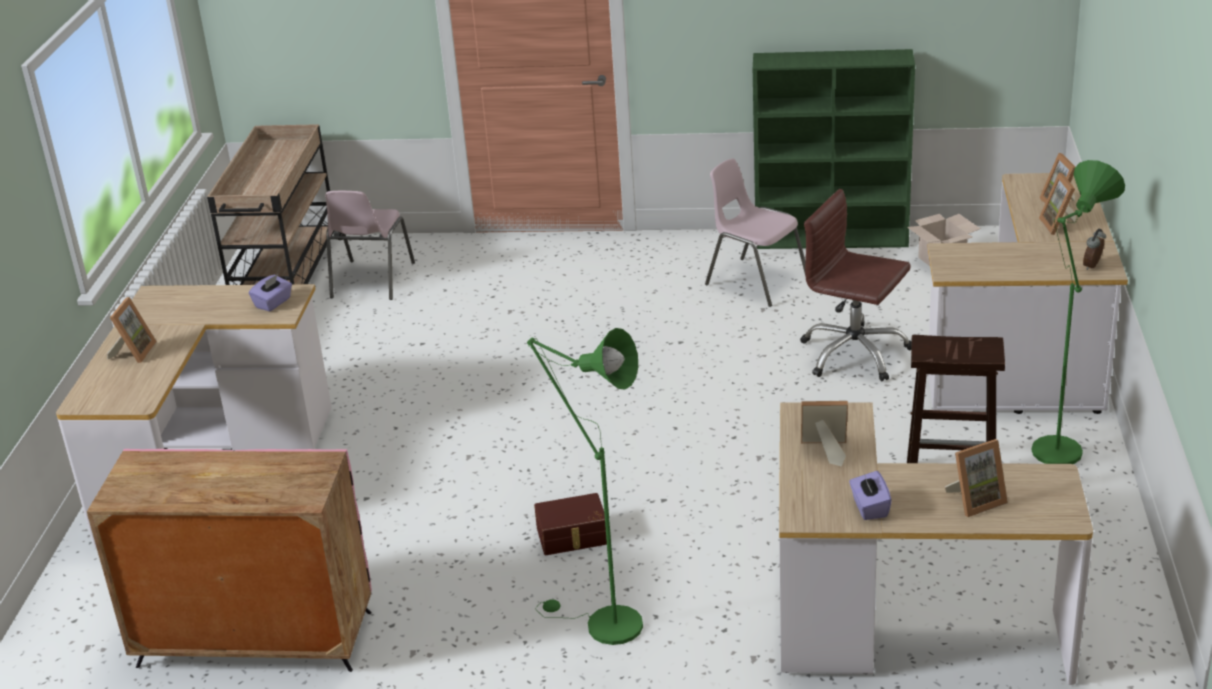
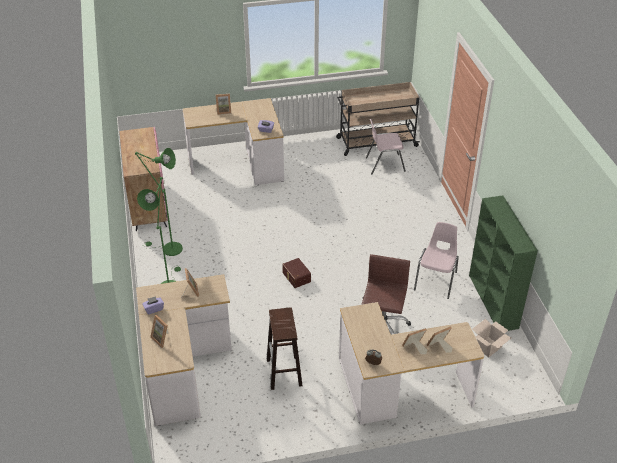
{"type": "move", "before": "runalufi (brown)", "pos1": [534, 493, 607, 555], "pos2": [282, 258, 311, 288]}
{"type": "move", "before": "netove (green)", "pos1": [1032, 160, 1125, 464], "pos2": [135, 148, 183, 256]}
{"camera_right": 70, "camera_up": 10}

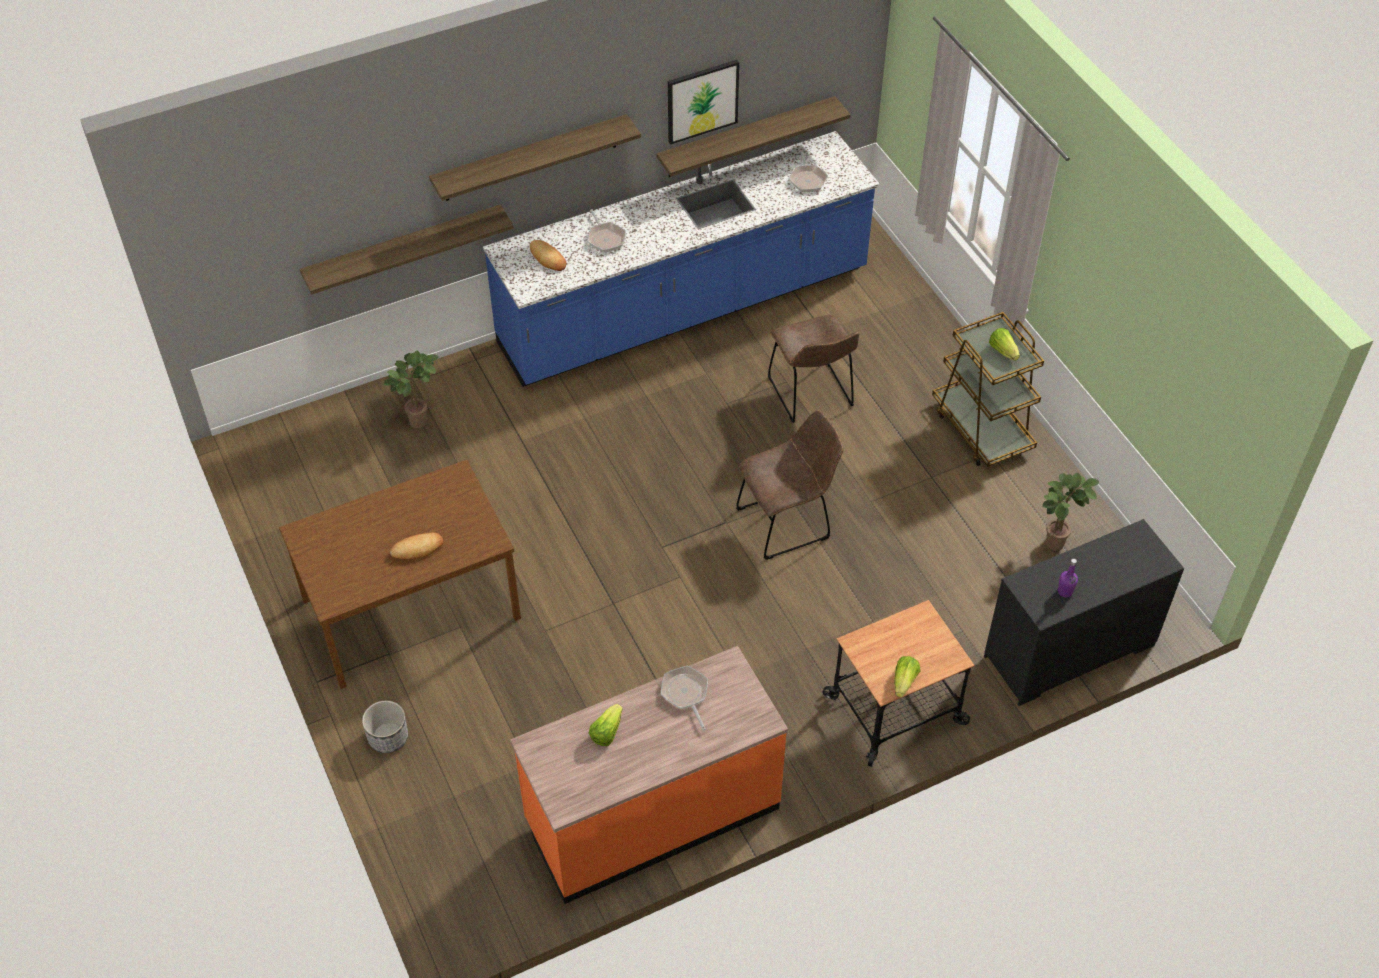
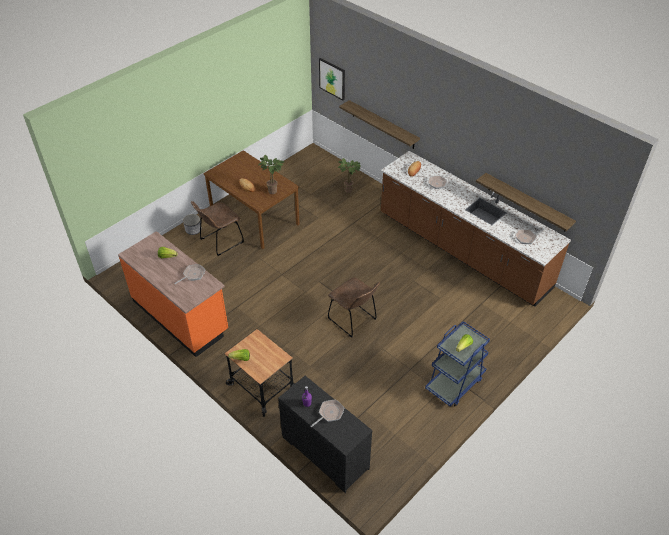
{"type": "delete", "before": "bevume", "pos1": [429, 114, 641, 201]}
{"type": "insert", "after": "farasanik", "pos2": [311, 400, 344, 427]}
{"type": "move", "before": "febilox", "pos1": [668, 60, 739, 145], "pos2": [319, 58, 345, 101]}
{"type": "move", "before": "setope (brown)", "pos1": [768, 315, 860, 423], "pos2": [191, 201, 244, 256]}
{"type": "move", "before": "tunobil", "pos1": [1042, 473, 1099, 551], "pos2": [258, 155, 284, 194]}
{"type": "recolor", "before": "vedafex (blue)", "after": "vedafex (brown)", "pos1": [483, 131, 880, 387], "pos2": [381, 151, 571, 307]}
{"type": "recolor", "before": "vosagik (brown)", "after": "vosagik (blue)", "pos1": [932, 312, 1044, 467], "pos2": [425, 321, 490, 407]}
{"camera_right": 70, "camera_up": -5}

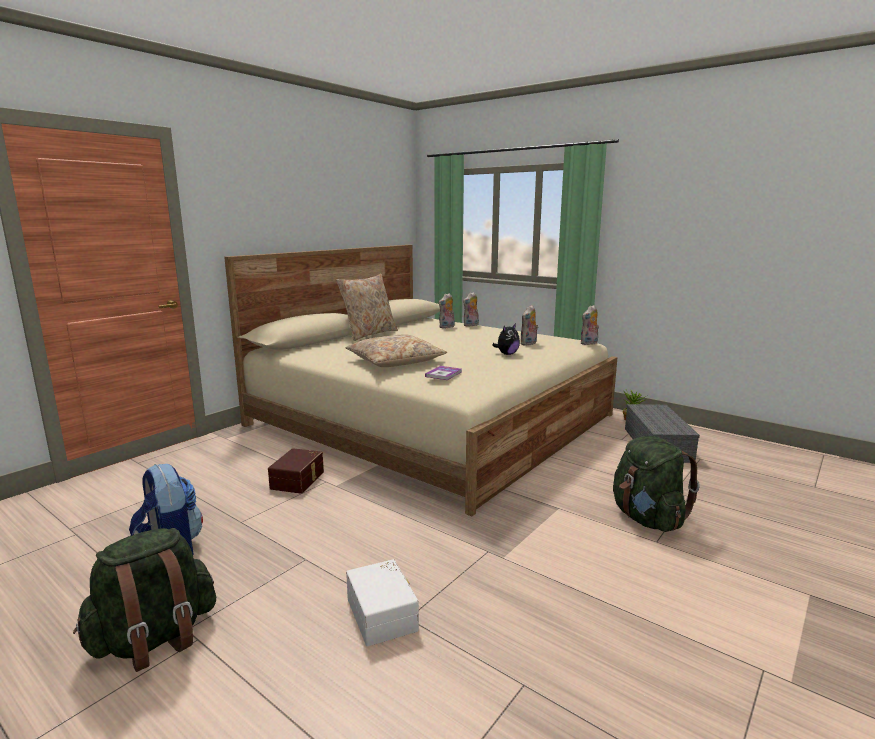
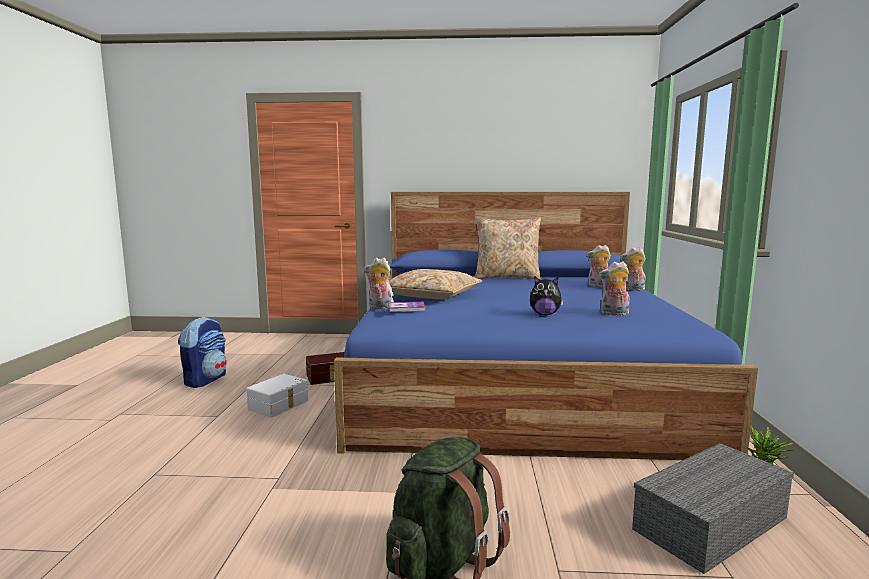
{"type": "delete", "before": "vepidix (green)", "pos1": [73, 528, 216, 672]}
{"type": "move", "before": "runalufi (white)", "pos1": [346, 559, 419, 646], "pos2": [246, 374, 308, 418]}
{"type": "move", "before": "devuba", "pos1": [581, 305, 599, 345], "pos2": [364, 258, 394, 309]}
{"type": "recolor", "before": "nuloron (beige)", "after": "nuloron (blue)", "pos1": [224, 245, 618, 516], "pos2": [334, 192, 758, 460]}
{"camera_right": 55, "camera_up": -5}

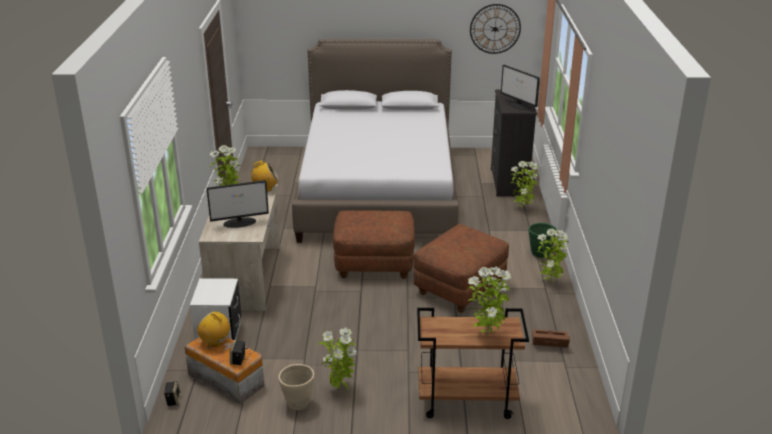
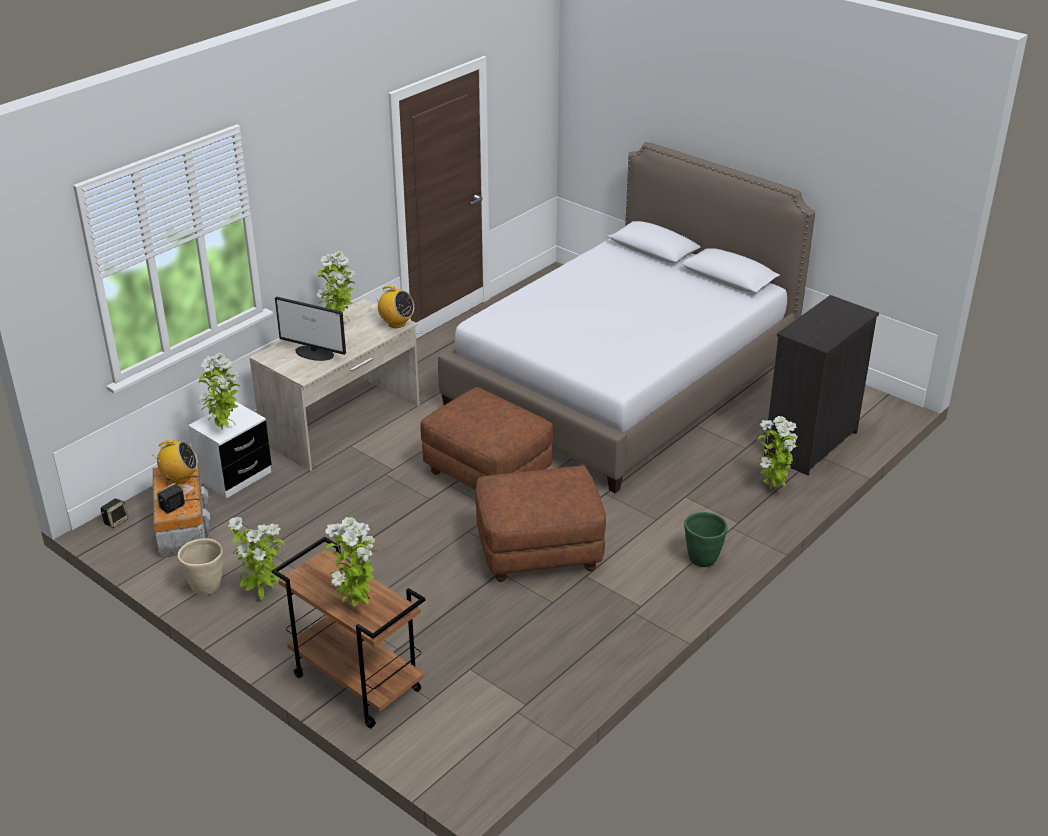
{"type": "delete", "before": "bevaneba", "pos1": [470, 4, 521, 54]}
{"type": "delete", "before": "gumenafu", "pos1": [501, 65, 540, 110]}
{"type": "delete", "before": "runalufi (brown)", "pos1": [533, 329, 570, 348]}
{"type": "move", "before": "tunobil", "pos1": [537, 228, 569, 284], "pos2": [198, 352, 239, 430]}
{"type": "rotate", "before": "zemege", "pos1": [197, 311, 232, 347], "pos2": [157, 440, 198, 484], "turn": 105}
{"camera_right": 40, "camera_up": 5}

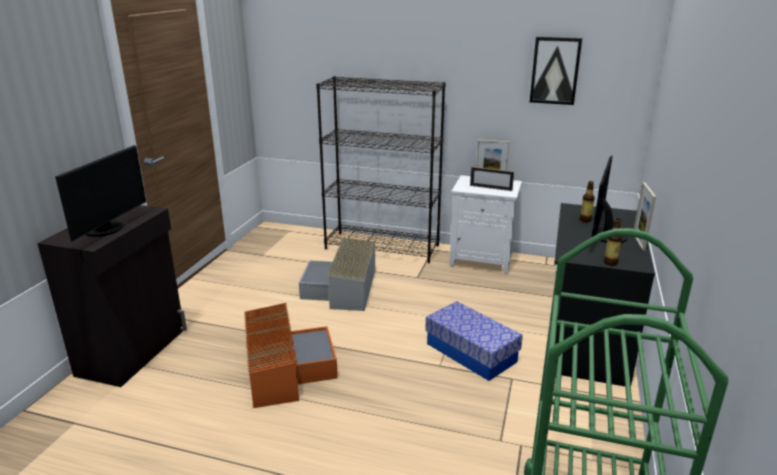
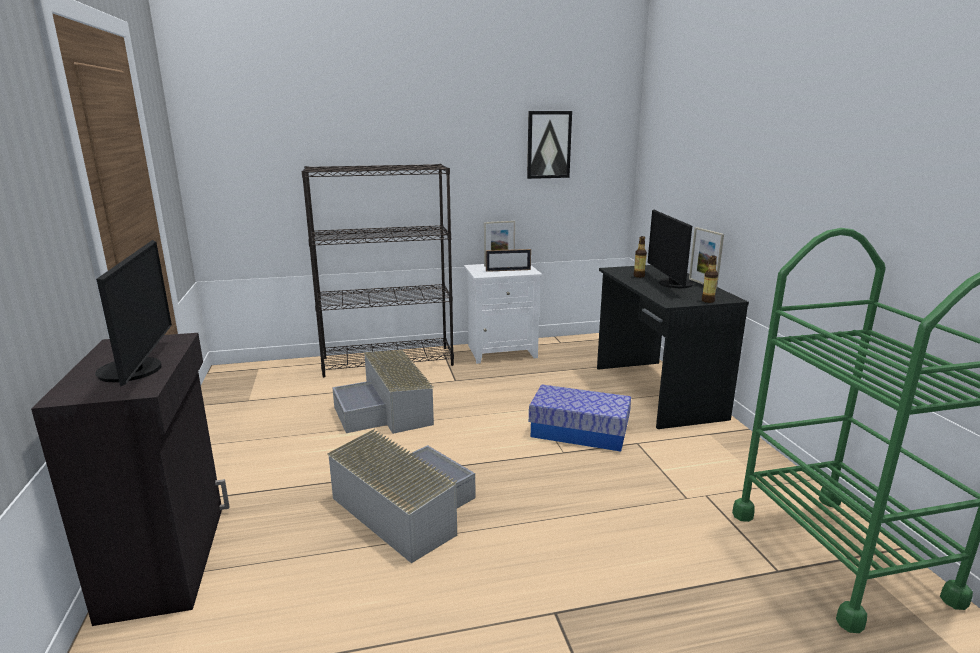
{"type": "recolor", "before": "runalufi (orange)", "after": "runalufi (grey)", "pos1": [244, 303, 338, 408], "pos2": [327, 429, 475, 563]}
{"camera_right": -30, "camera_up": -5}

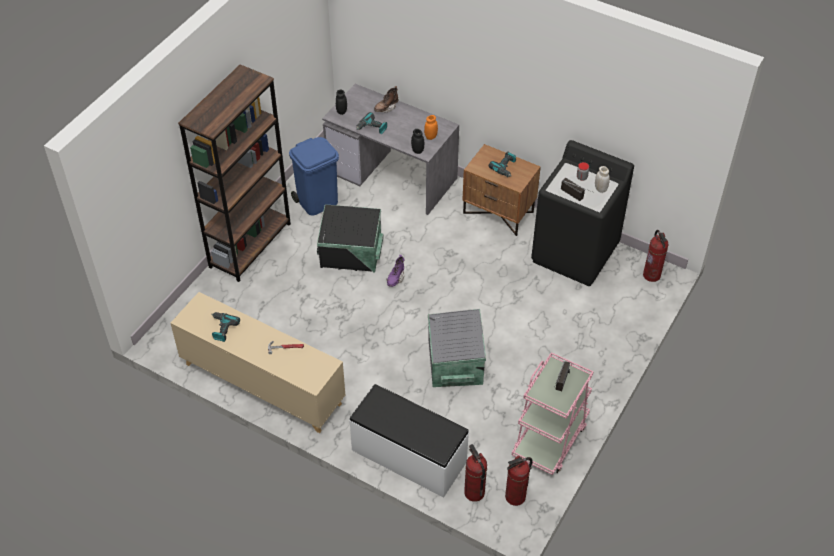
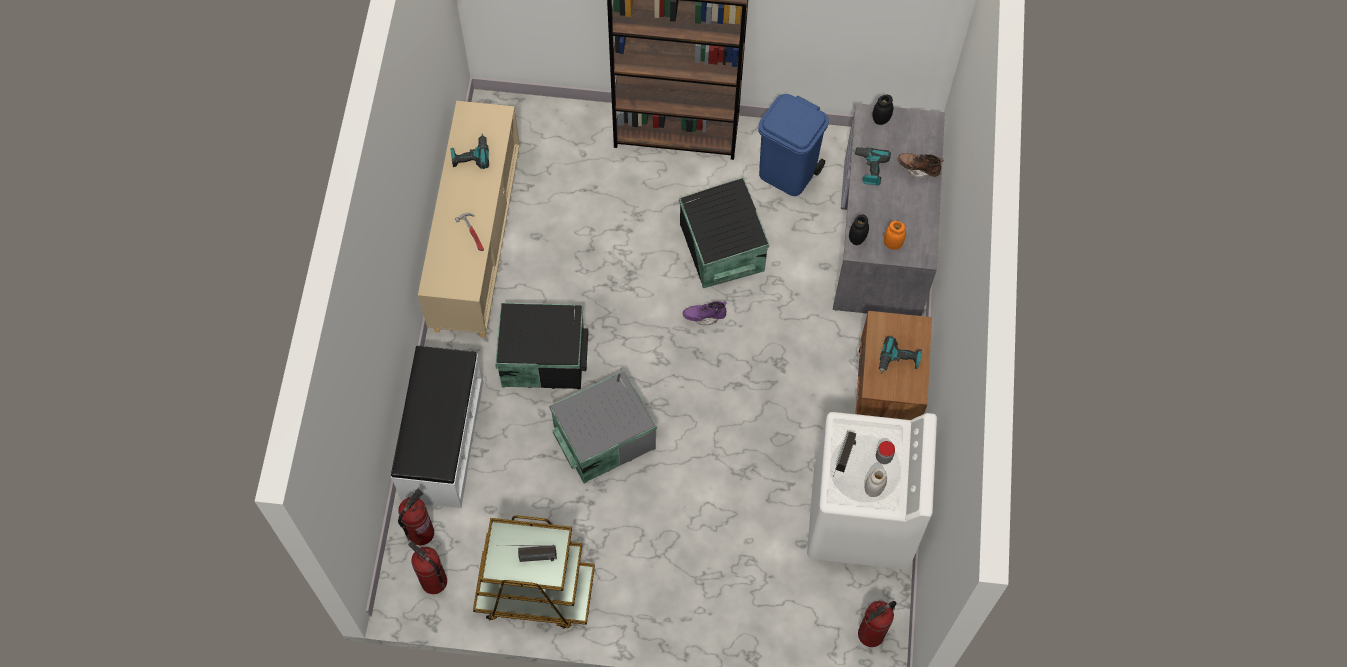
{"type": "insert", "after": "runalufi (black)", "pos2": [495, 303, 588, 389]}
{"type": "recolor", "before": "vosagik (pink)", "after": "vosagik (brown)", "pos1": [512, 352, 594, 475], "pos2": [473, 516, 595, 629]}
{"type": "recolor", "before": "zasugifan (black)", "after": "zasugifan (white)", "pos1": [531, 140, 634, 286], "pos2": [807, 412, 937, 570]}
{"camera_right": 65, "camera_up": 15}

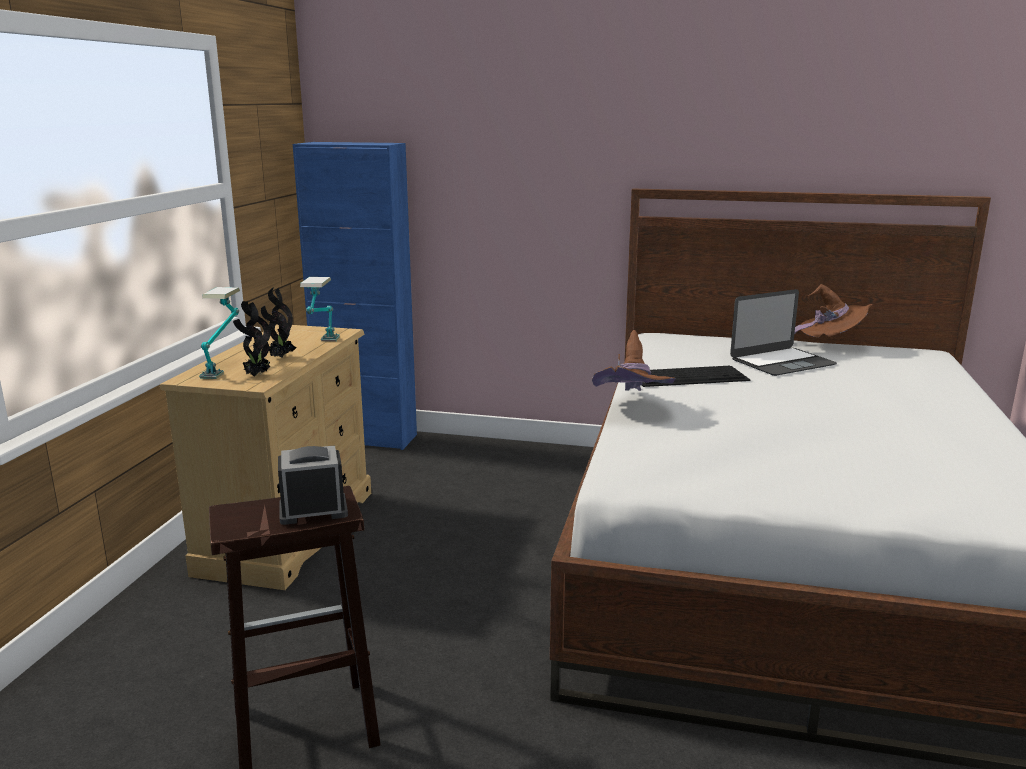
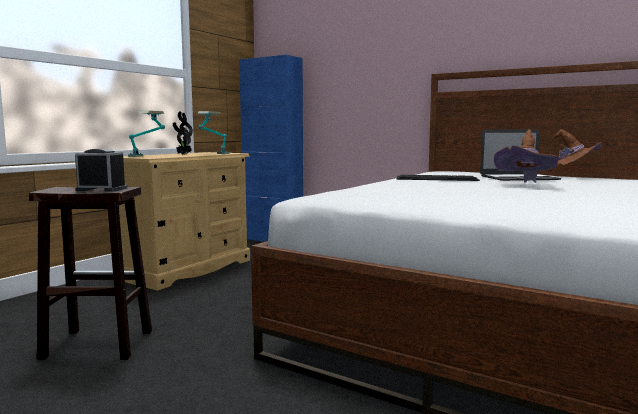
{"type": "delete", "before": "tunobil", "pos1": [233, 301, 271, 377]}
{"type": "move", "before": "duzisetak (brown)", "pos1": [592, 330, 675, 391], "pos2": [494, 129, 559, 183]}
{"camera_right": 20, "camera_up": -10}

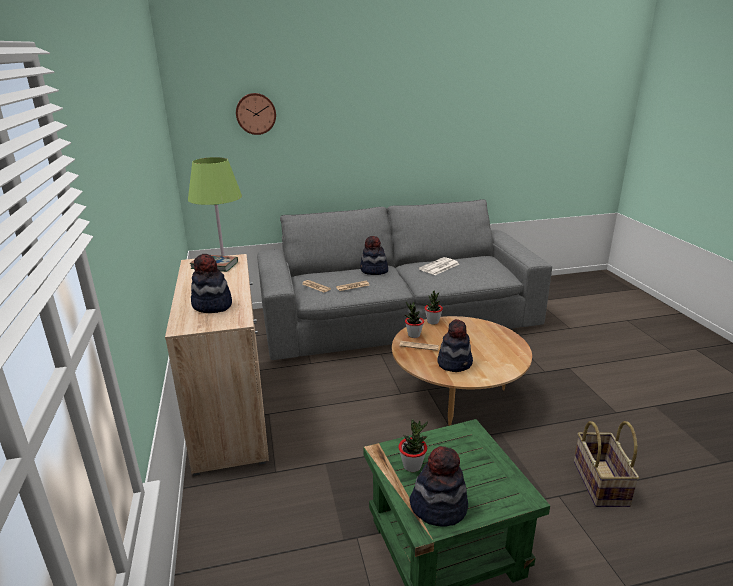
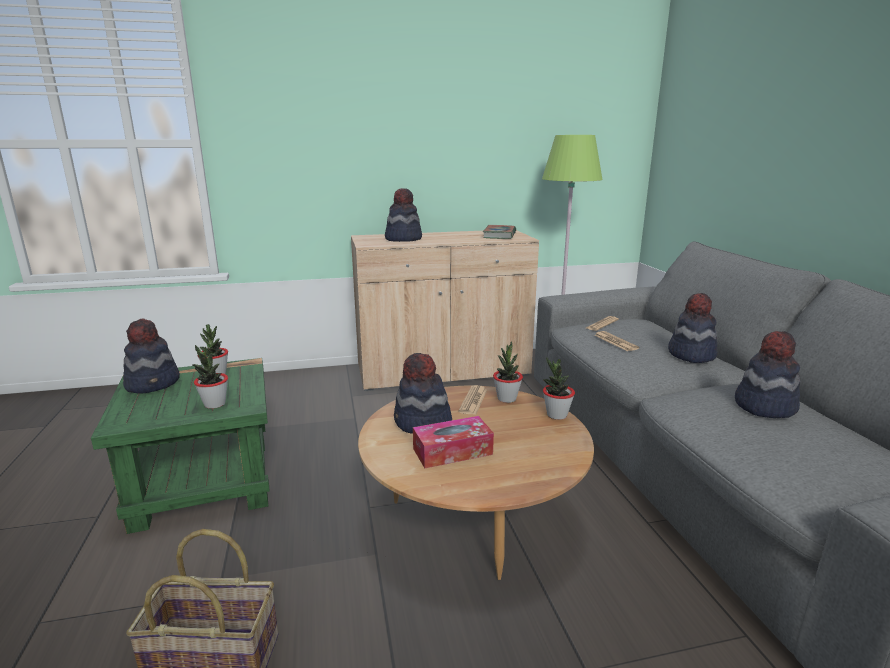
{"type": "delete", "before": "bevaneba", "pos1": [236, 93, 276, 135]}
{"type": "insert", "after": "tunobil", "pos2": [192, 345, 228, 409]}
{"type": "insert", "after": "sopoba", "pos2": [413, 416, 494, 468]}
{"type": "replace", "before": "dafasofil", "after": "duzisetak", "pos1": [419, 257, 459, 275], "pos2": [735, 331, 800, 418]}
{"camera_right": 90, "camera_up": -5}

